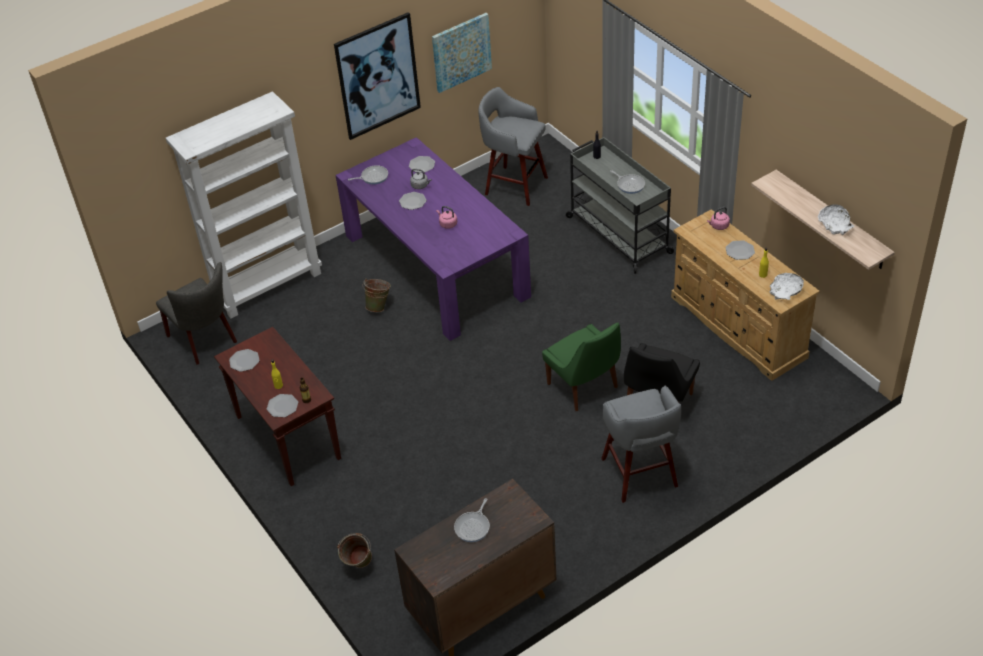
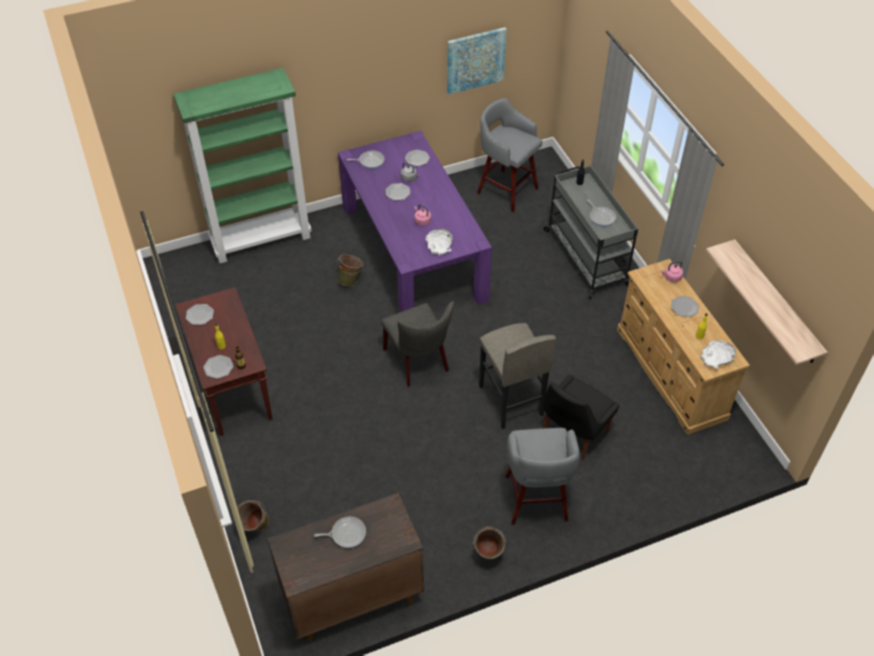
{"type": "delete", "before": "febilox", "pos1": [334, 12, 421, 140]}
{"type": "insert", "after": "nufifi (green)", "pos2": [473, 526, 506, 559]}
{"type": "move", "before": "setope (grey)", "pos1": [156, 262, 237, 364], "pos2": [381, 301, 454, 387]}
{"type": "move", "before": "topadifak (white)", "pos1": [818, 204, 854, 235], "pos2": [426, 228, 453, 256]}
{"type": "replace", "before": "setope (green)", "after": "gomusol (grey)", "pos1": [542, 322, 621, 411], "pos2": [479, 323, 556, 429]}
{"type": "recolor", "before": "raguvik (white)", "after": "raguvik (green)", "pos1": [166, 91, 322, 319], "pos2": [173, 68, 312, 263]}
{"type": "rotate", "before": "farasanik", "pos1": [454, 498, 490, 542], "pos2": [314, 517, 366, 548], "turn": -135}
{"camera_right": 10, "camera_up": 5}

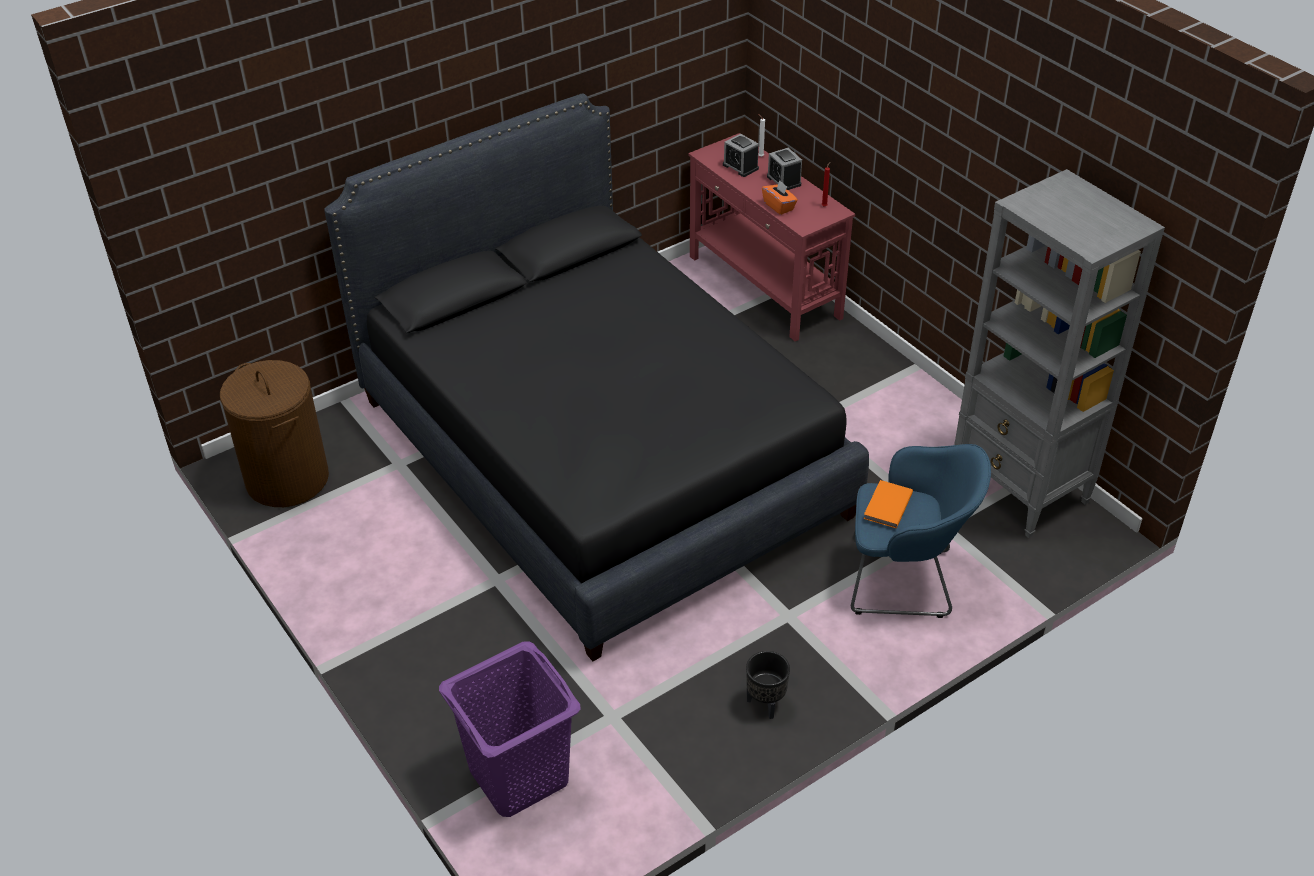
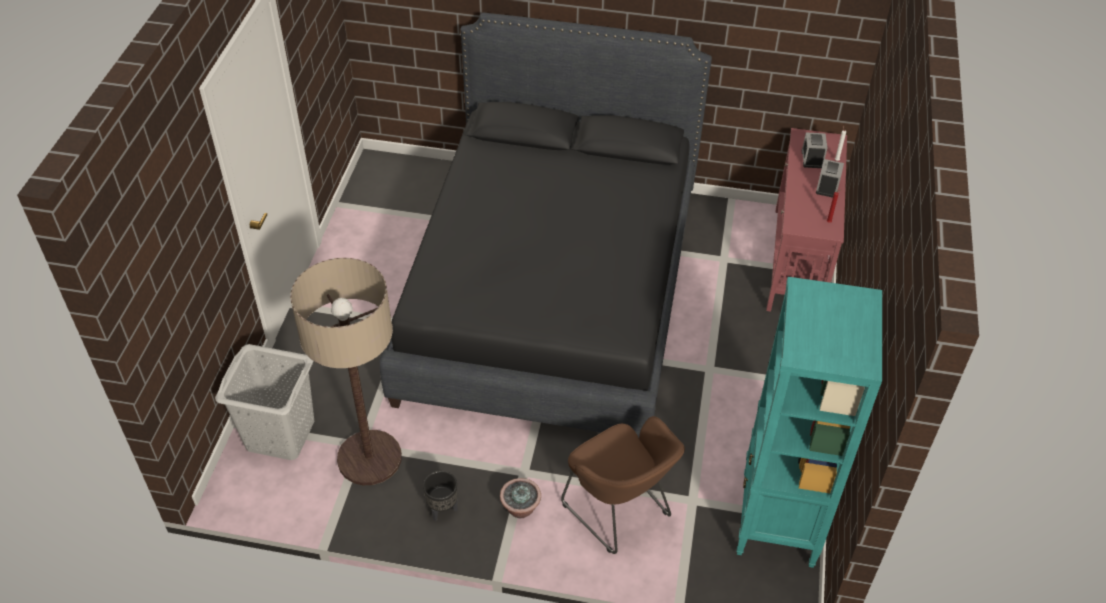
{"type": "delete", "before": "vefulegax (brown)", "pos1": [220, 360, 329, 507]}
{"type": "delete", "before": "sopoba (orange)", "pos1": [762, 180, 798, 215]}
{"type": "delete", "before": "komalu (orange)", "pos1": [863, 480, 913, 528]}
{"type": "insert", "after": "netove", "pos2": [290, 258, 402, 485]}
{"type": "insert", "after": "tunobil", "pos2": [500, 478, 541, 518]}
{"type": "recolor", "before": "vefulegax (purple)", "after": "vefulegax (grey)", "pos1": [439, 641, 581, 817], "pos2": [215, 344, 314, 460]}
{"type": "recolor", "before": "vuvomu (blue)", "after": "vuvomu (brown)", "pos1": [851, 444, 991, 618], "pos2": [561, 416, 685, 554]}
{"type": "recolor", "before": "raguvik (grey)", "after": "raguvik (turquoise)", "pos1": [954, 169, 1165, 538], "pos2": [737, 277, 882, 568]}
{"camera_right": 45, "camera_up": 5}

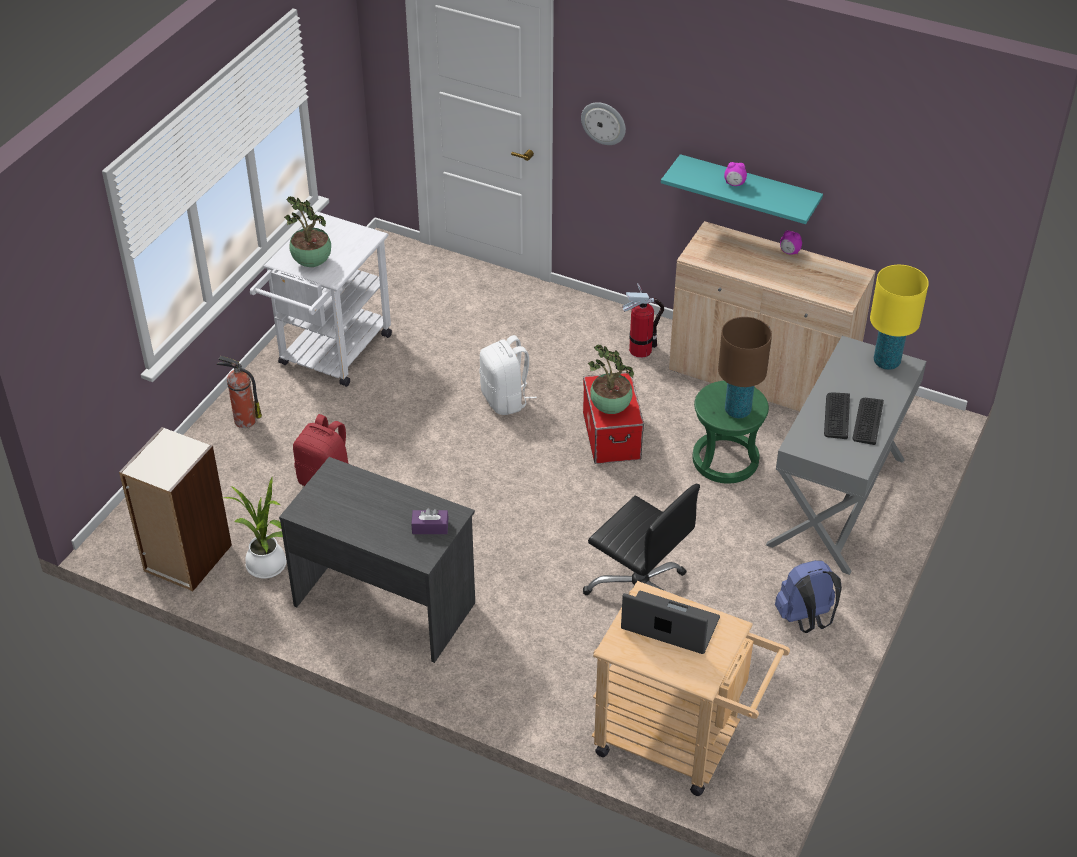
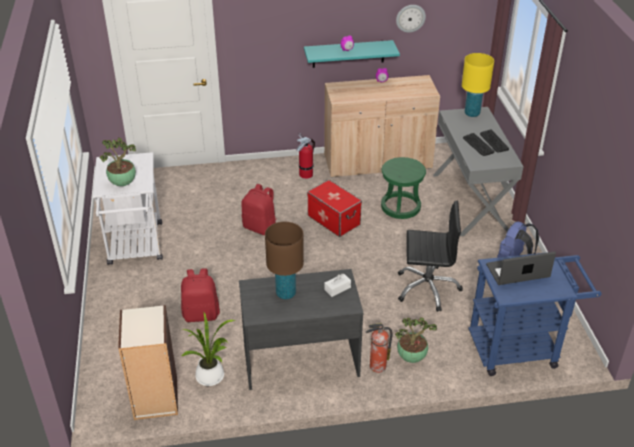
{"type": "move", "before": "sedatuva", "pos1": [216, 356, 262, 428], "pos2": [366, 324, 393, 373]}
{"type": "move", "before": "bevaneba", "pos1": [581, 102, 626, 145], "pos2": [396, 5, 426, 33]}
{"type": "move", "before": "tunobil", "pos1": [588, 344, 634, 414], "pos2": [395, 317, 437, 363]}
{"type": "move", "before": "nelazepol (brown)", "pos1": [718, 317, 772, 418], "pos2": [265, 222, 304, 300]}
{"type": "recolor", "before": "sopoba (purple)", "after": "sopoba (white)", "pos1": [411, 508, 448, 534], "pos2": [325, 273, 351, 297]}
{"type": "recolor", "before": "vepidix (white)", "after": "vepidix (red)", "pos1": [479, 335, 537, 415], "pos2": [241, 184, 277, 235]}
{"type": "recolor", "before": "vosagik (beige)", "after": "vosagik (blue)", "pos1": [592, 581, 790, 796], "pos2": [468, 252, 602, 376]}
{"camera_right": -35, "camera_up": -5}

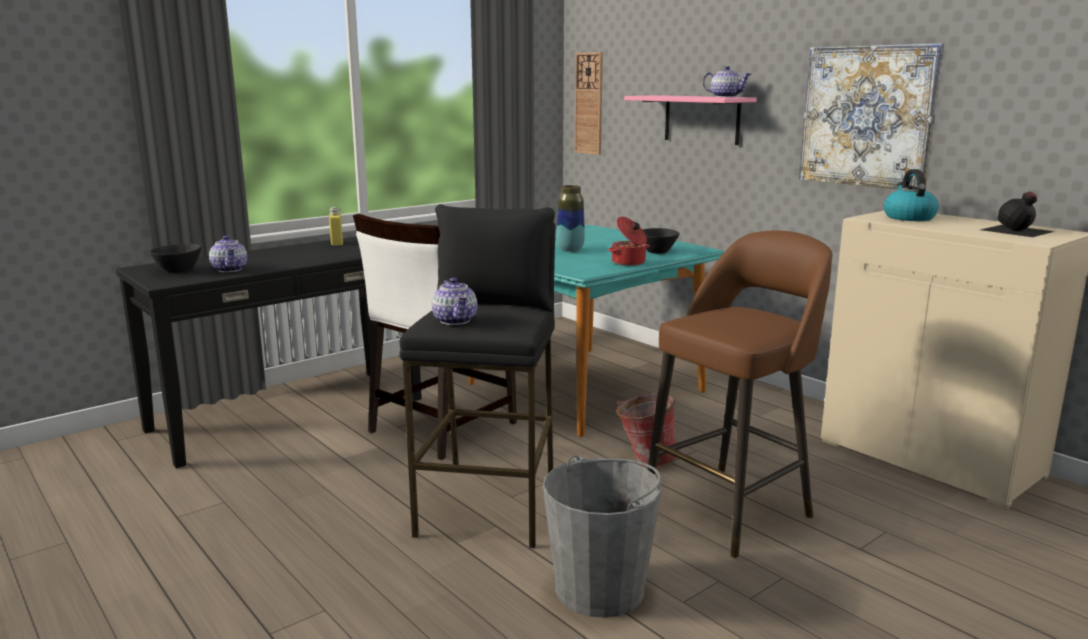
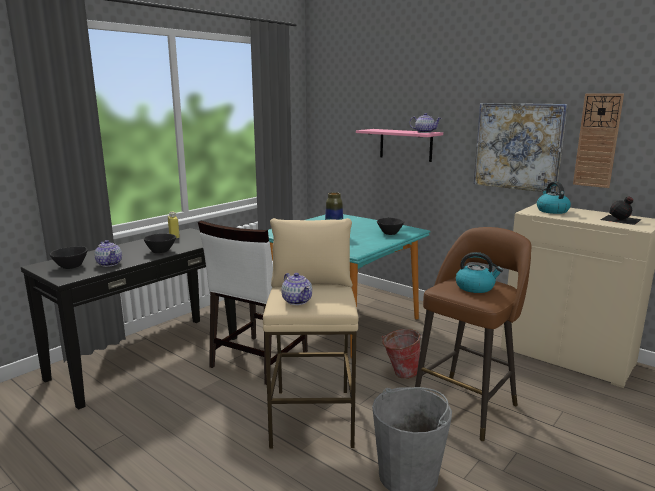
{"type": "delete", "before": "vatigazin", "pos1": [608, 217, 650, 266]}
{"type": "insert", "after": "topadifak (black)", "pos2": [143, 234, 176, 253]}
{"type": "insert", "after": "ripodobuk", "pos2": [456, 252, 503, 293]}
{"type": "move", "before": "bevaneba", "pos1": [574, 52, 603, 155], "pos2": [573, 94, 624, 188]}
{"type": "recolor", "before": "gomusol (black)", "after": "gomusol (beige)", "pos1": [399, 204, 555, 548], "pos2": [263, 218, 359, 449]}
{"camera_right": -10, "camera_up": 0}

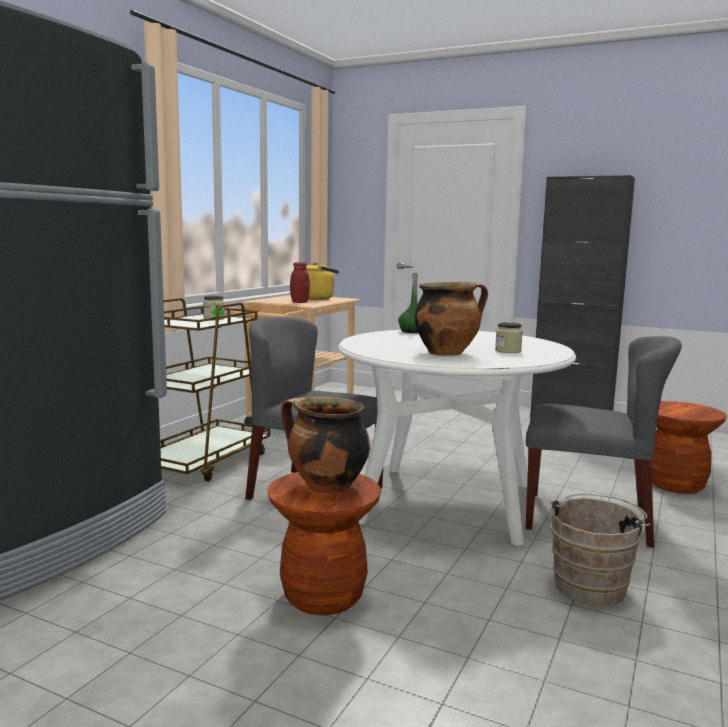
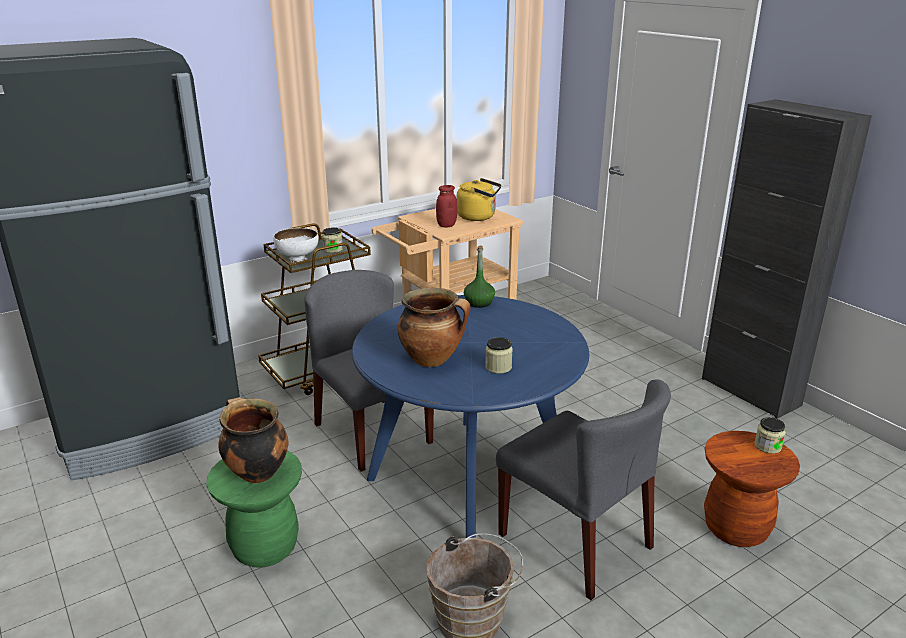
{"type": "insert", "after": "topadifak (white)", "pos2": [274, 228, 318, 263]}
{"type": "insert", "after": "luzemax", "pos2": [754, 417, 786, 454]}
{"type": "recolor", "before": "gomusol (brown)", "after": "gomusol (green)", "pos1": [268, 472, 381, 615], "pos2": [206, 451, 302, 568]}
{"type": "recolor", "before": "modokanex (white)", "after": "modokanex (blue)", "pos1": [338, 330, 576, 546], "pos2": [352, 295, 589, 538]}
{"camera_right": 30, "camera_up": 15}

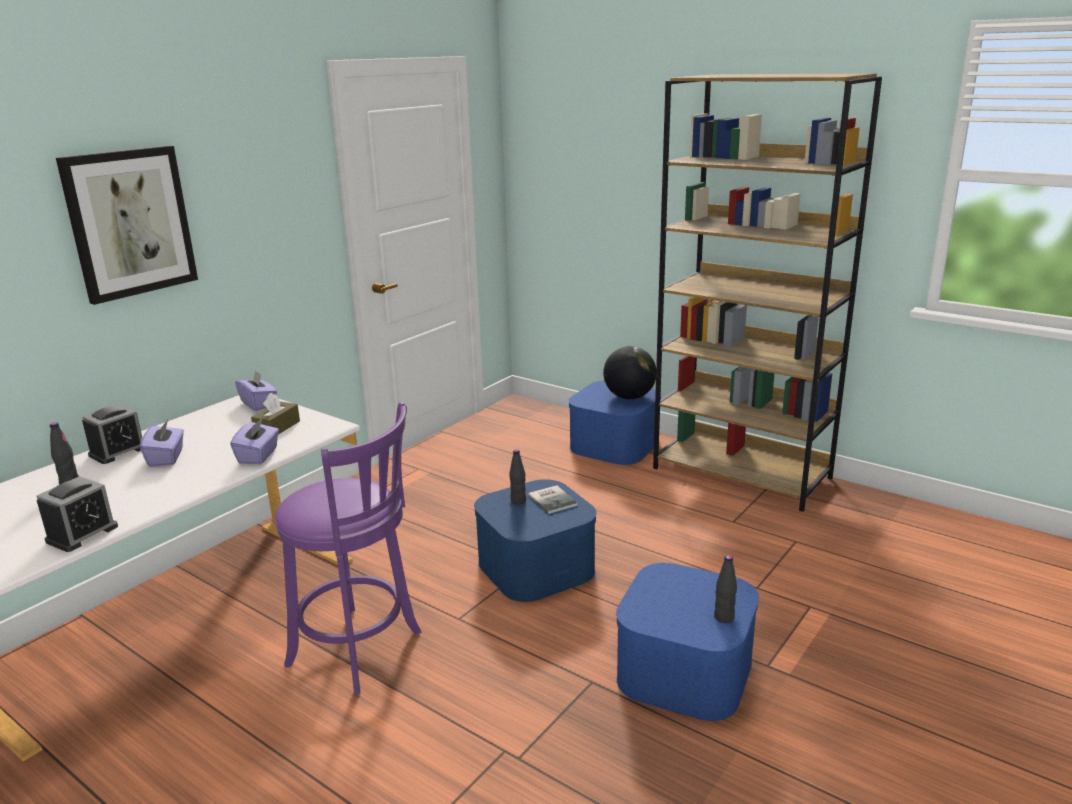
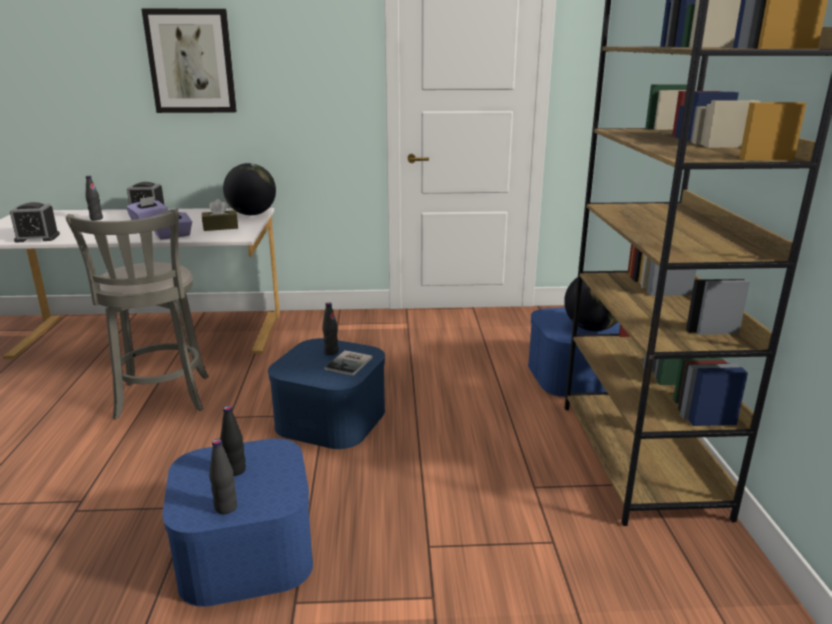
{"type": "insert", "after": "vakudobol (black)", "pos2": [220, 406, 246, 476]}
{"type": "replace", "before": "sopoba (purple)", "after": "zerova", "pos1": [235, 370, 277, 411], "pos2": [223, 163, 276, 215]}
{"type": "recolor", "before": "gomusol (purple)", "after": "gomusol (grey)", "pos1": [275, 402, 421, 695], "pos2": [66, 209, 209, 419]}
{"camera_right": 50, "camera_up": 0}

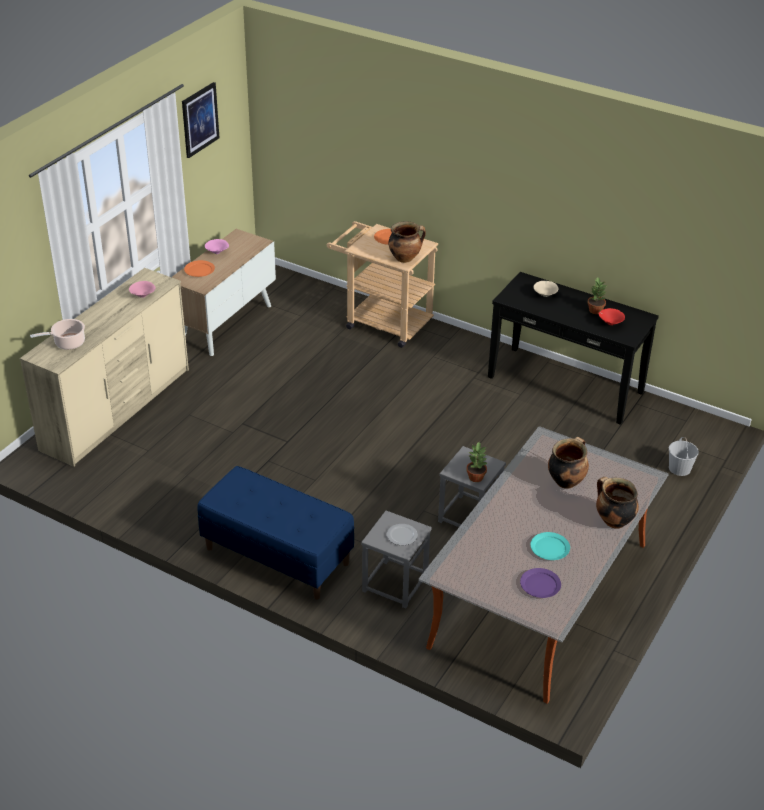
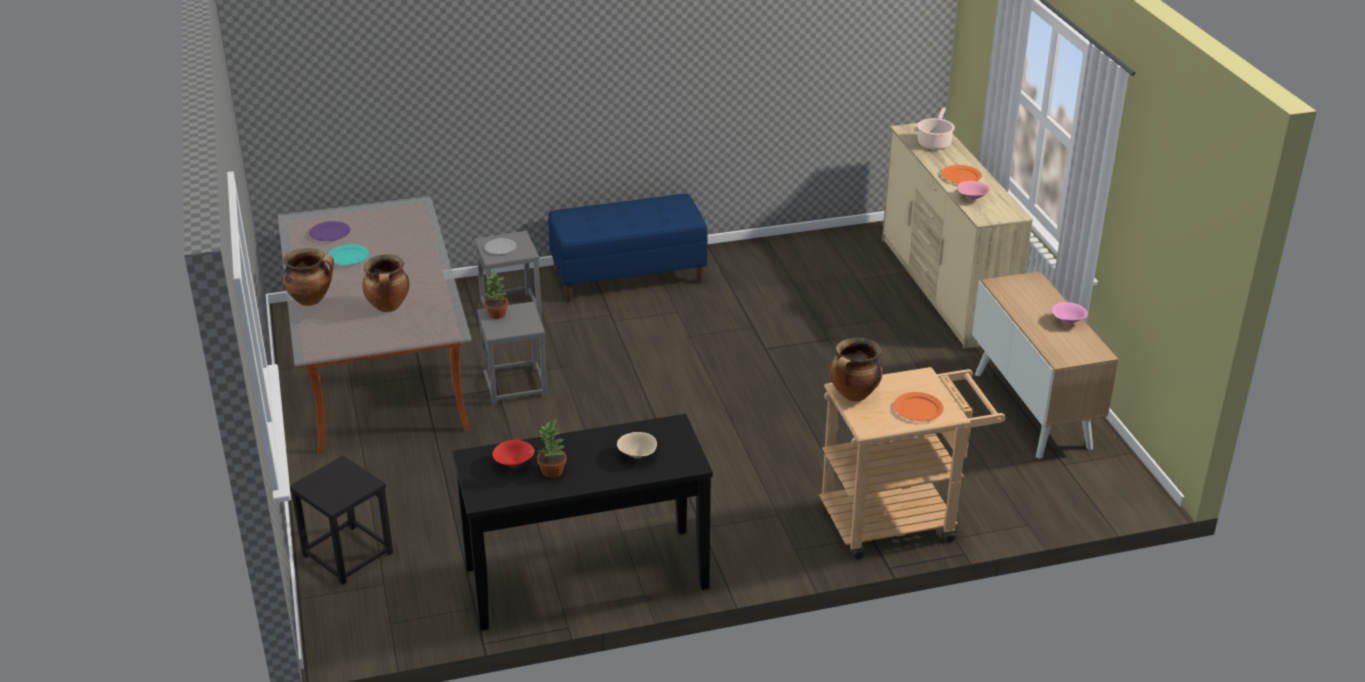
{"type": "delete", "before": "febilox", "pos1": [182, 82, 219, 158]}
{"type": "move", "before": "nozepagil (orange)", "pos1": [184, 260, 215, 277], "pos2": [942, 165, 982, 184]}
{"type": "replace", "before": "nufifi (white)", "after": "gomusol (black)", "pos1": [669, 437, 699, 476], "pos2": [290, 456, 393, 585]}
{"camera_right": 135, "camera_up": -5}

